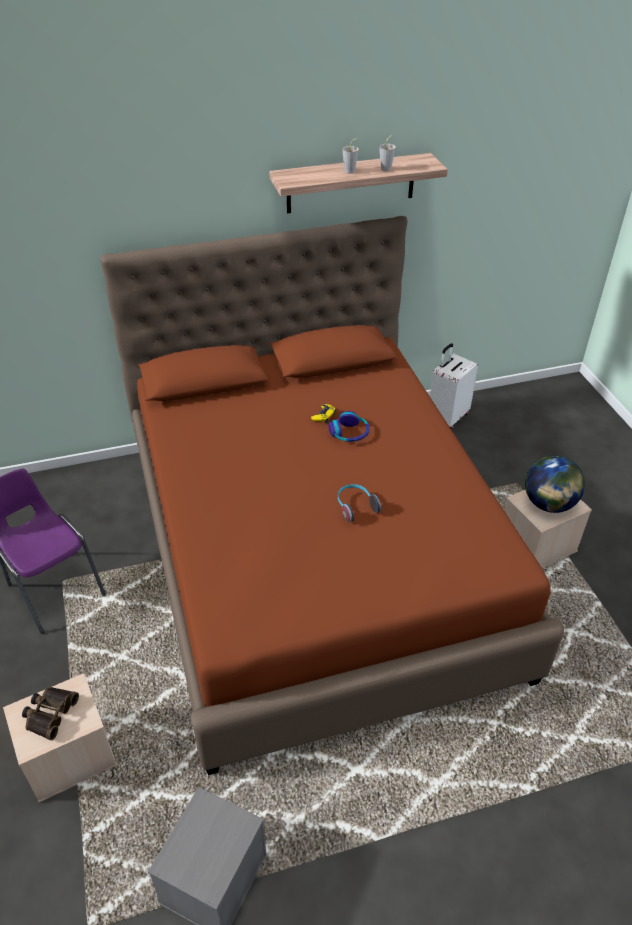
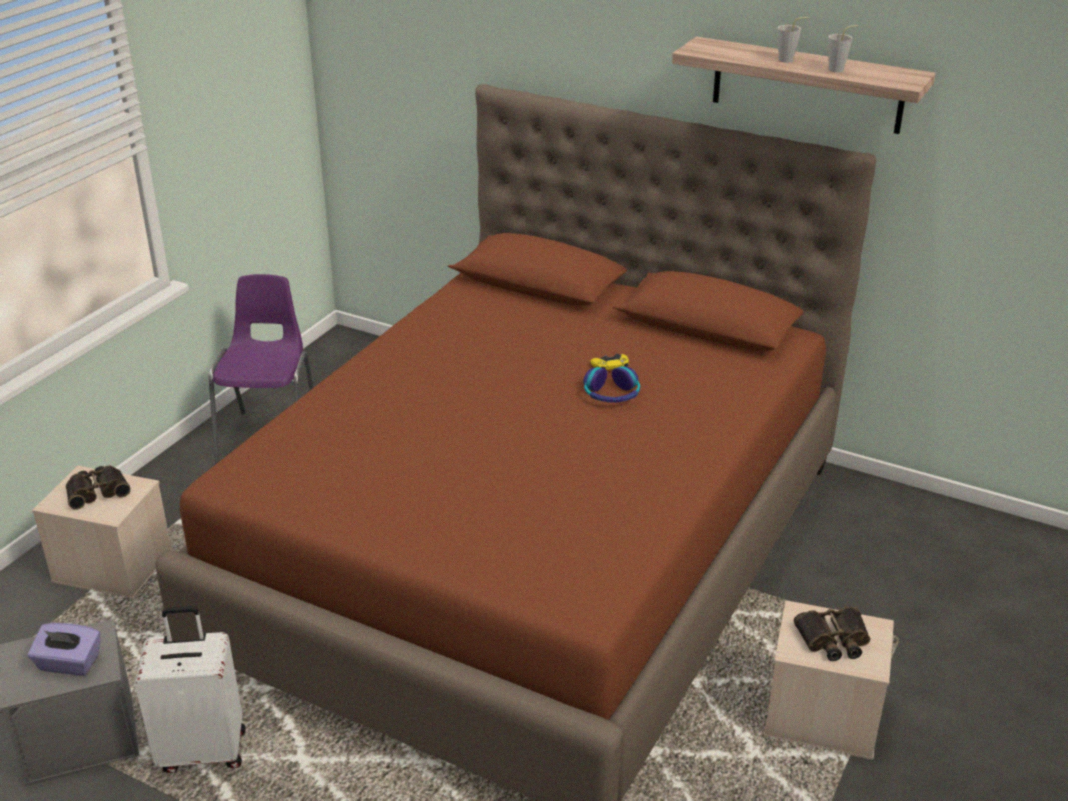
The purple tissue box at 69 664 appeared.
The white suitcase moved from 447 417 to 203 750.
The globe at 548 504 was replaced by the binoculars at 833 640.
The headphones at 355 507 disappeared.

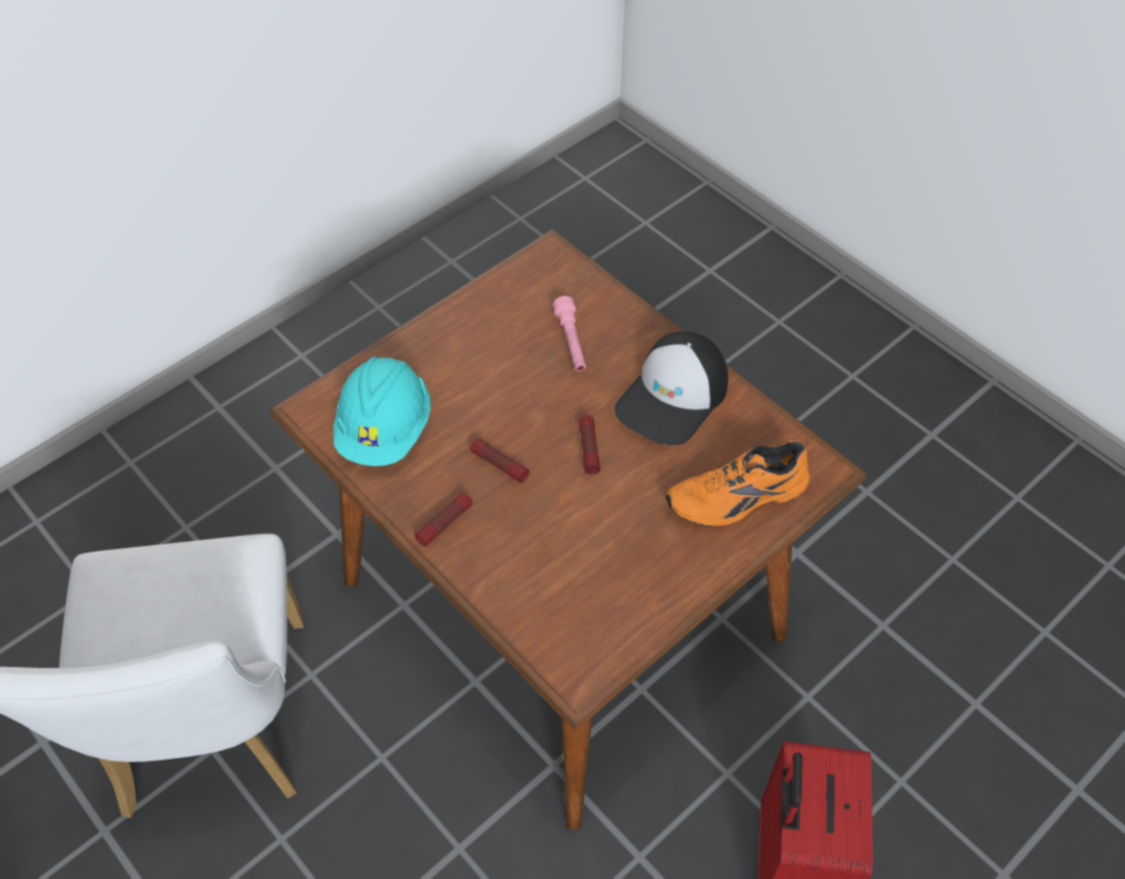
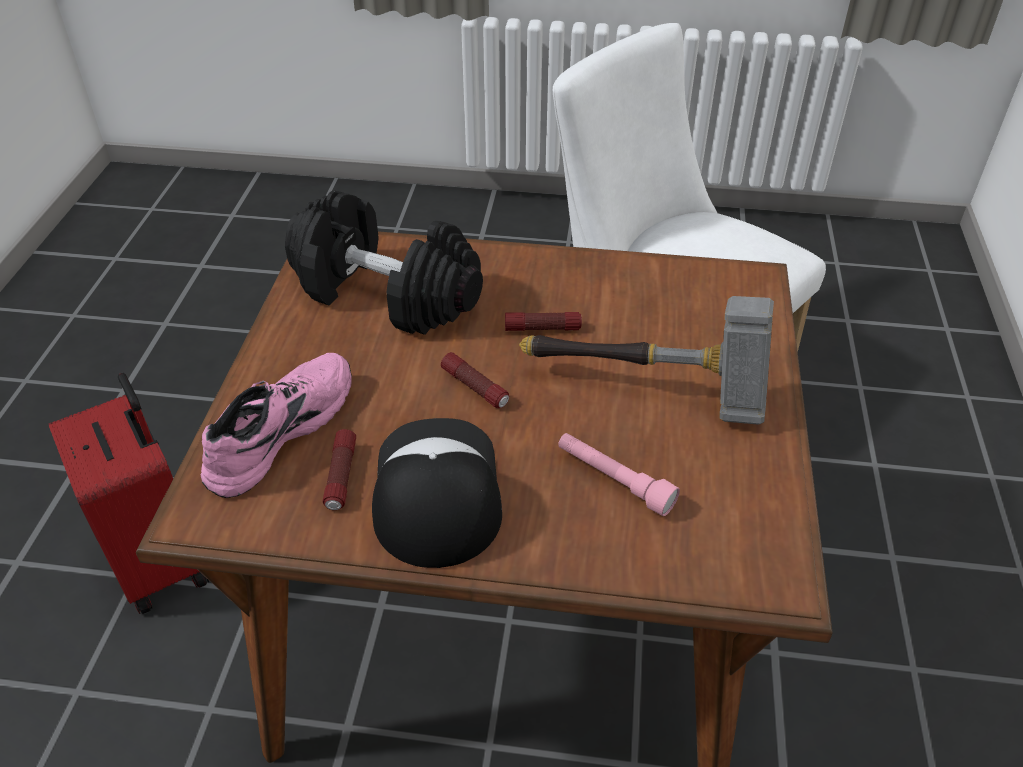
The orange shoe at 738 499 became the pink shoe at 278 430.
The black dumbbell at 384 294 appeared.
The flashlight moved from 444 523 to 341 476.
The hammer at 649 392 appeared.
The turquoise hard hat at 385 430 disappeared.

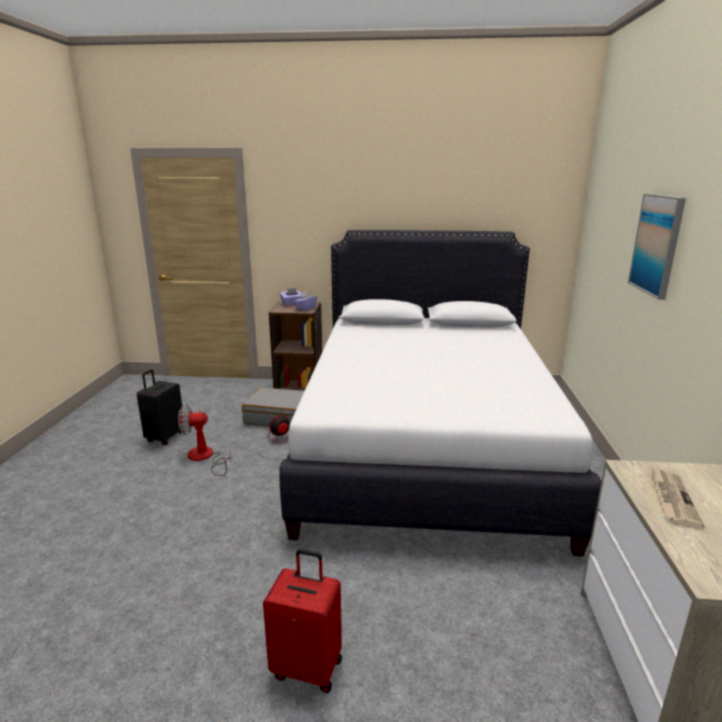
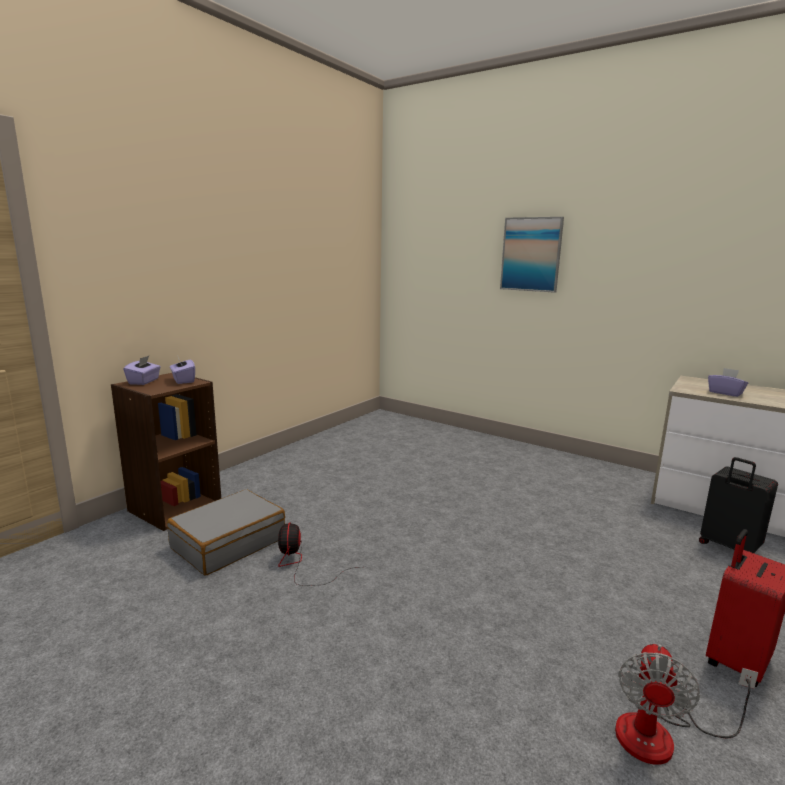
The fan moved from 205 458 to 661 735.
The black suitcase moved from 165 437 to 728 547.
The newspaper at 672 498 was replaced by the purple tissue box at 725 393.
The white bed at 425 444 disappeared.

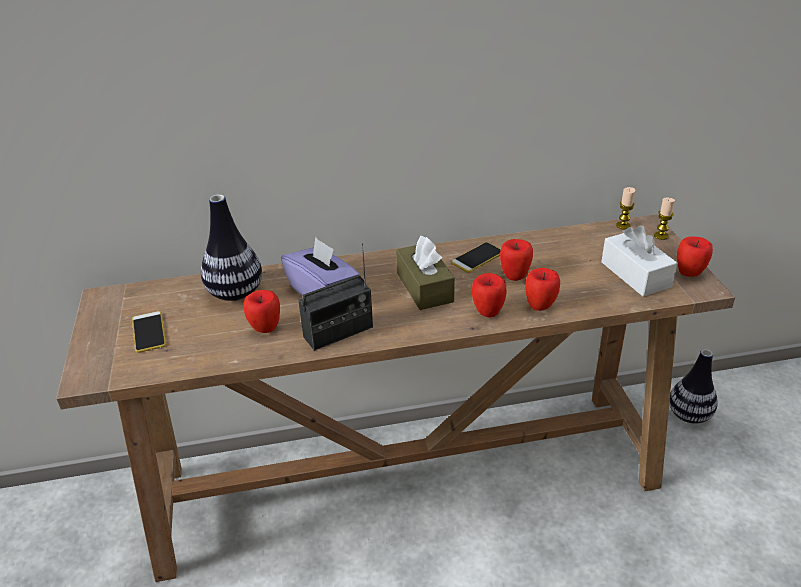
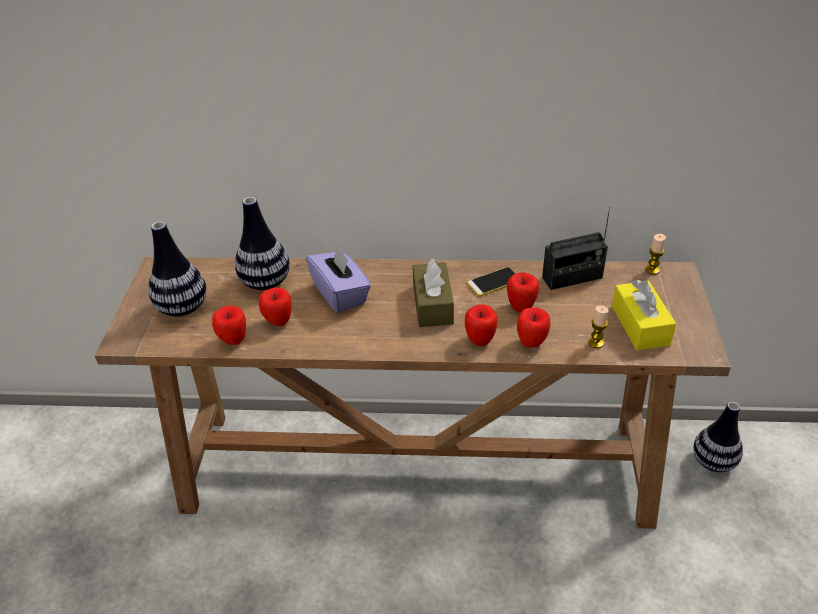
The phone at 149 332 was replaced by the vase at 183 308.
The apple moved from 689 274 to 234 341.
The radio moved from 338 332 to 572 278.
The candle moved from 661 236 to 596 343.
The white tissue box at 635 274 became the yellow tissue box at 640 325.

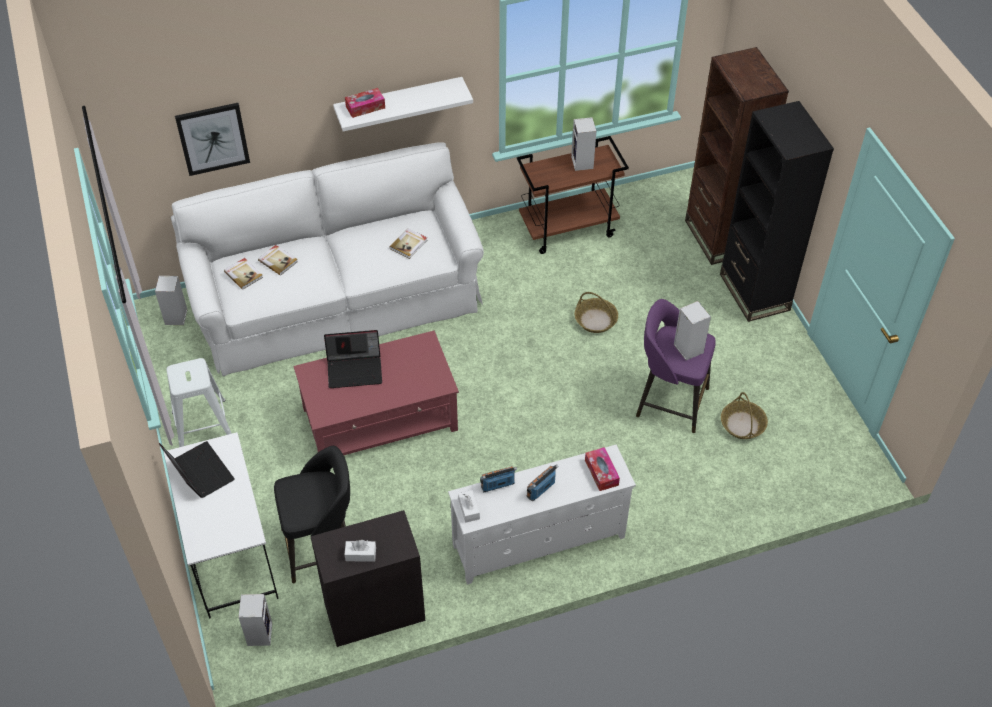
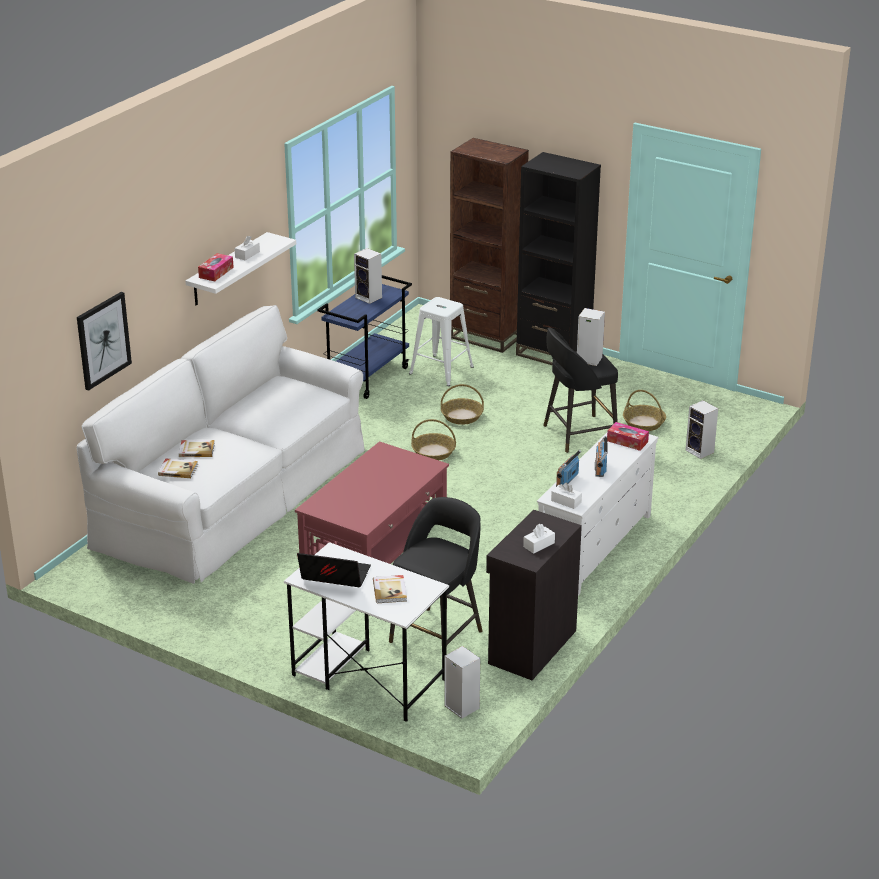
The white tissue box at 247 254 appeared.
The brown cart at 568 228 became the blue cart at 367 377.
The book moved from 409 244 to 390 590.
The white stool moved from 202 425 to 440 370.
The basket at 434 452 appeared.
The purple stool at 669 401 became the black stool at 577 434.
The speaker moved from 176 318 to 700 451.
The laptop at 355 369 disappeared.

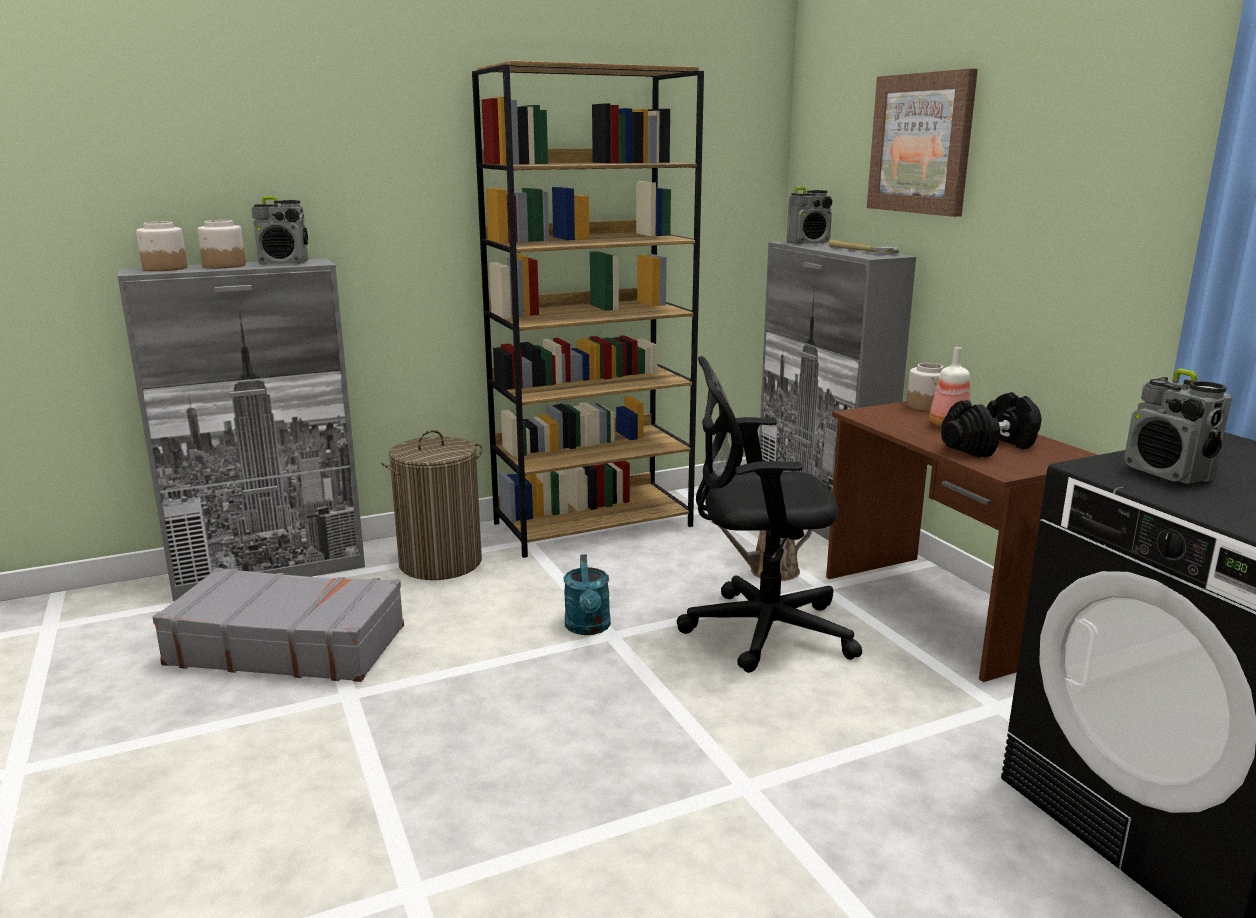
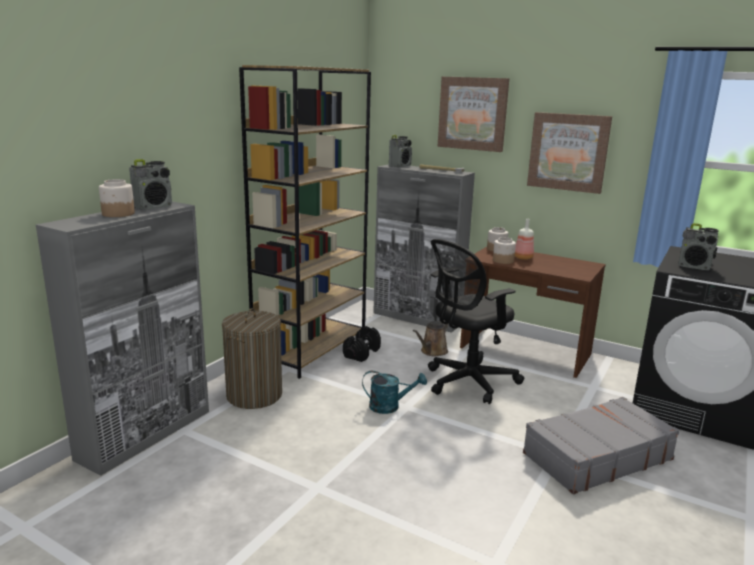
The black dumbbell moved from 989 447 to 362 353.
The turquoise watering can at 588 628 turned 45 degrees counterclockwise.
The jar moved from 164 268 to 502 261.
The grey suitcase moved from 287 645 to 596 456.
The picture at 568 152 appeared.

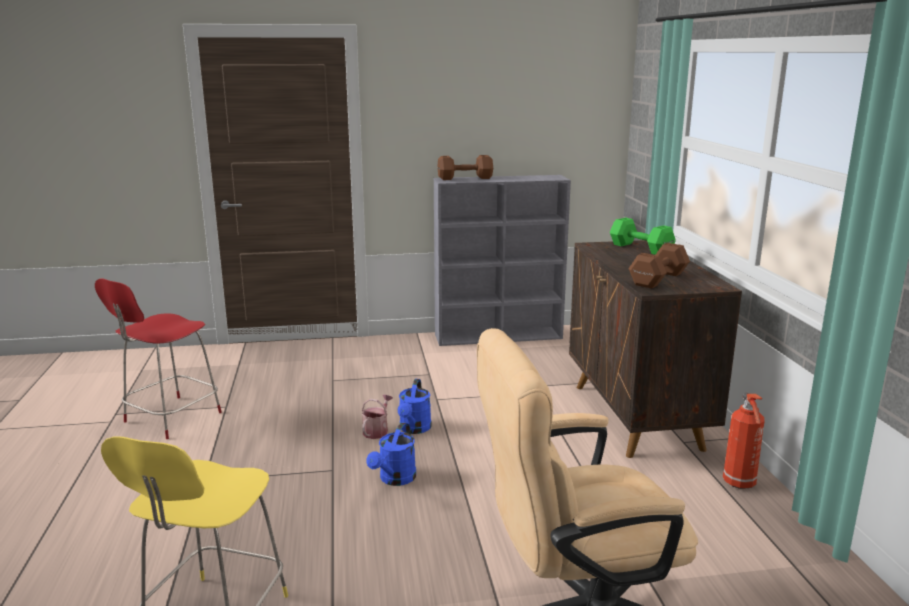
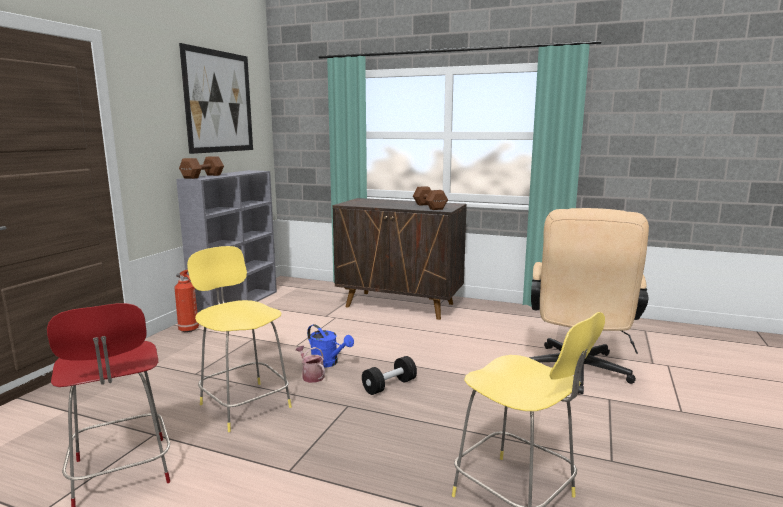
The fire extinguisher moved from 739 484 to 189 330.
The picture at 219 102 appeared.
The yellow stool at 244 404 appeared.
The blue watering can at 395 479 was replaced by the black dumbbell at 389 386.
The green dumbbell at 640 248 disappeared.

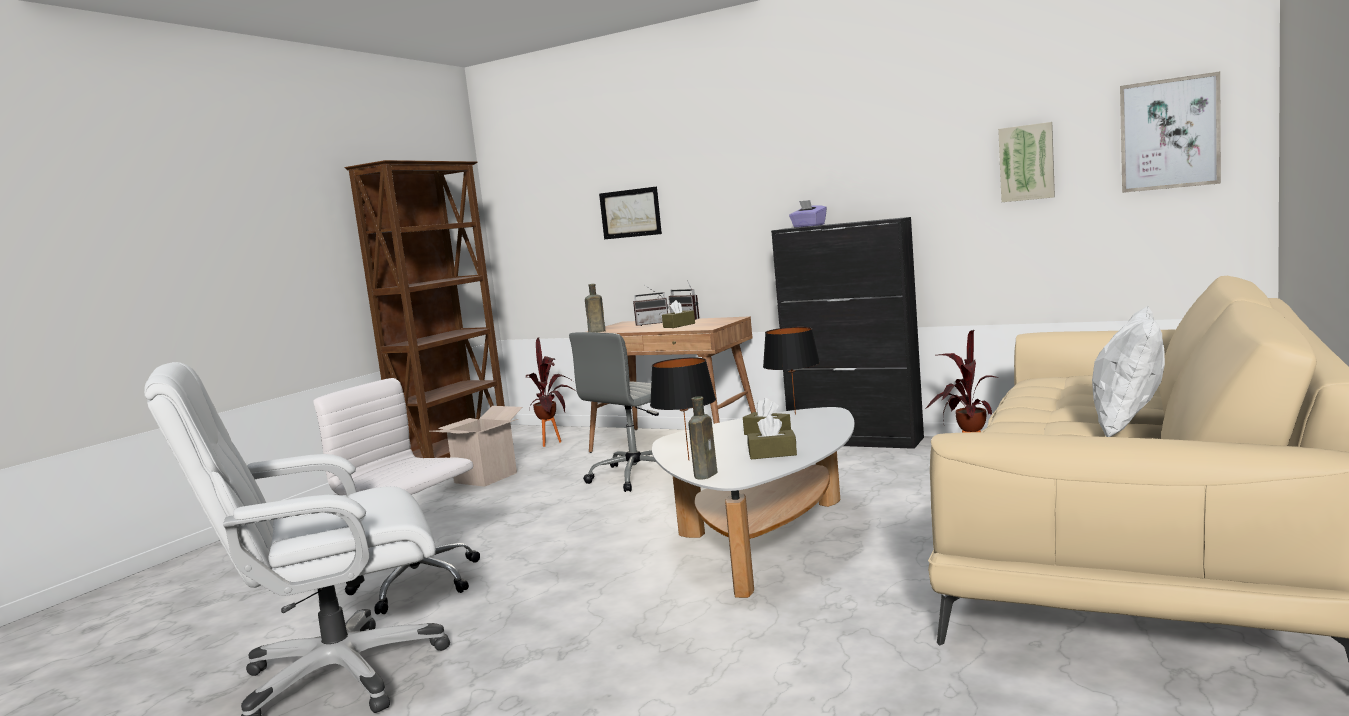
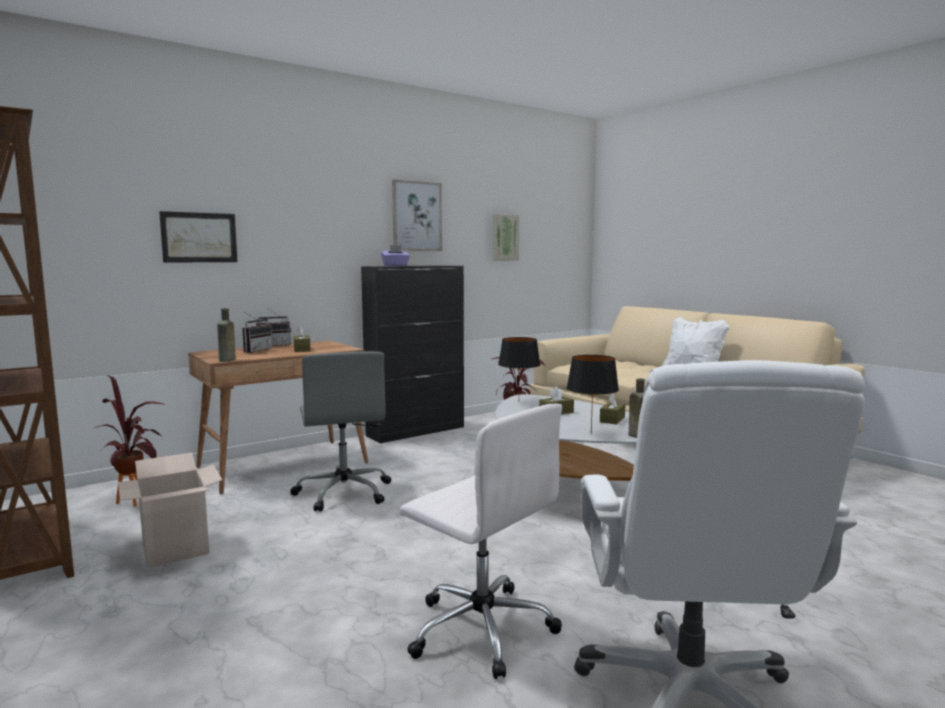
The picture moved from 1169 134 to 416 216.
The white office chair at 418 584 turned 105 degrees counterclockwise.

